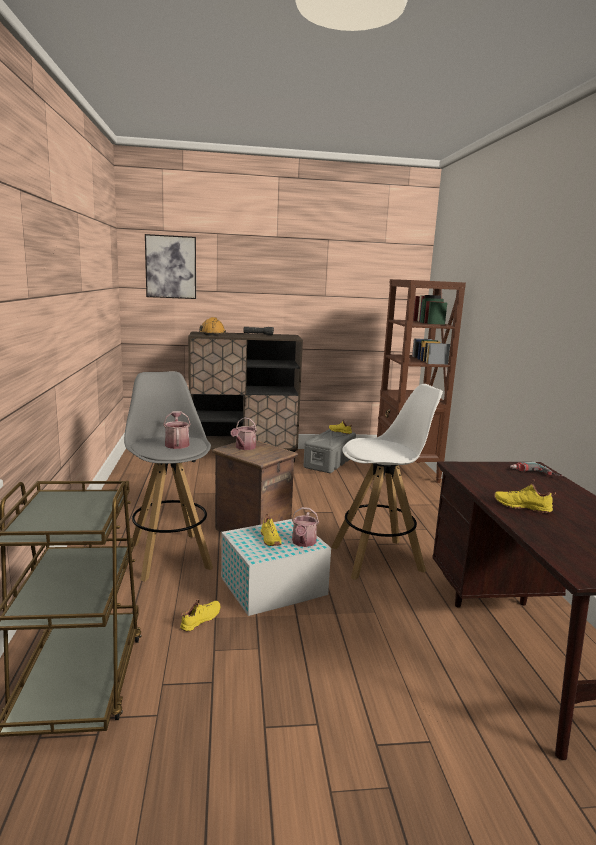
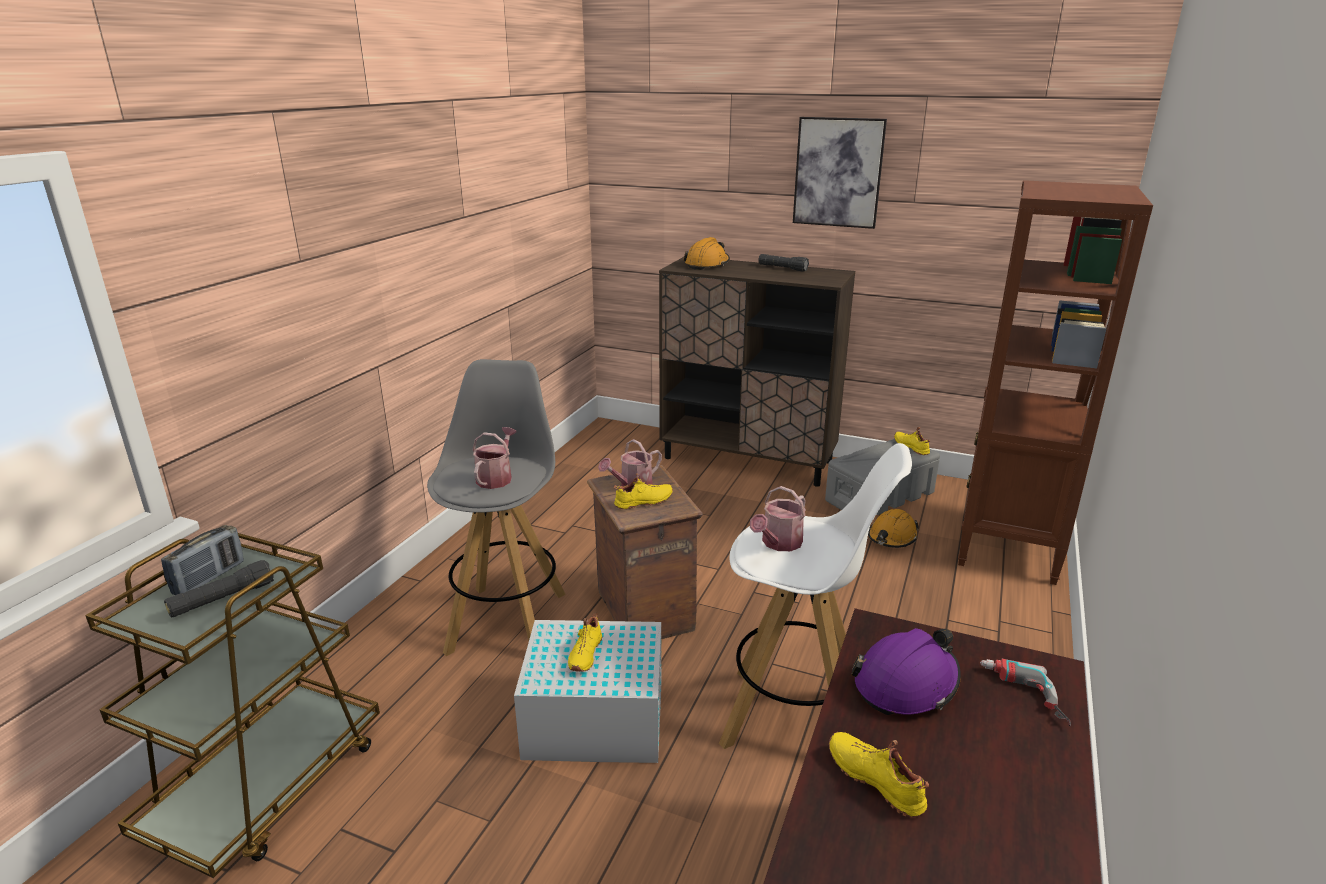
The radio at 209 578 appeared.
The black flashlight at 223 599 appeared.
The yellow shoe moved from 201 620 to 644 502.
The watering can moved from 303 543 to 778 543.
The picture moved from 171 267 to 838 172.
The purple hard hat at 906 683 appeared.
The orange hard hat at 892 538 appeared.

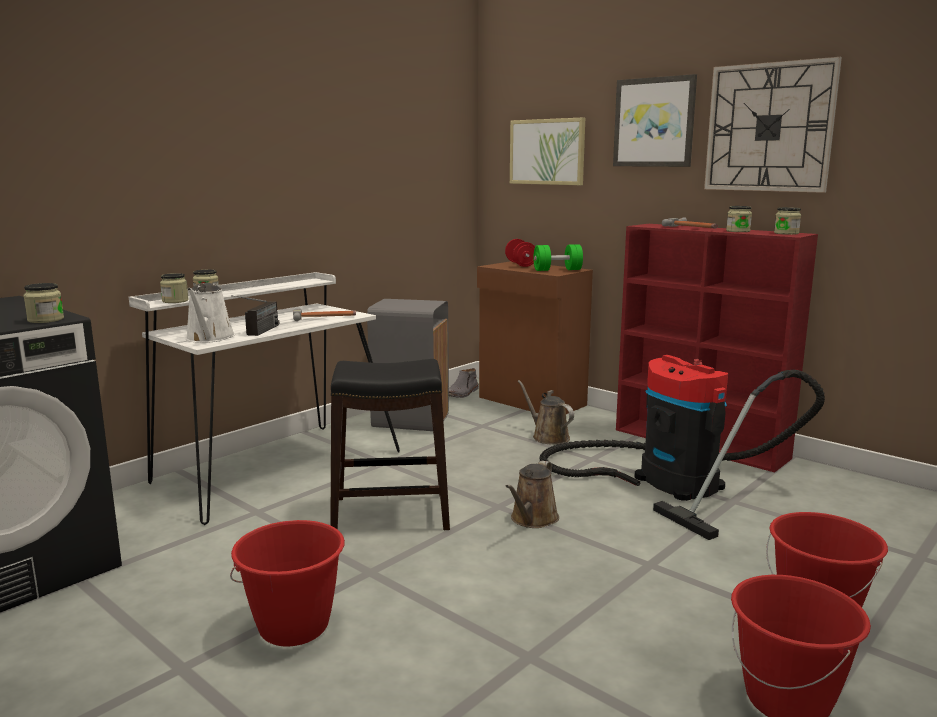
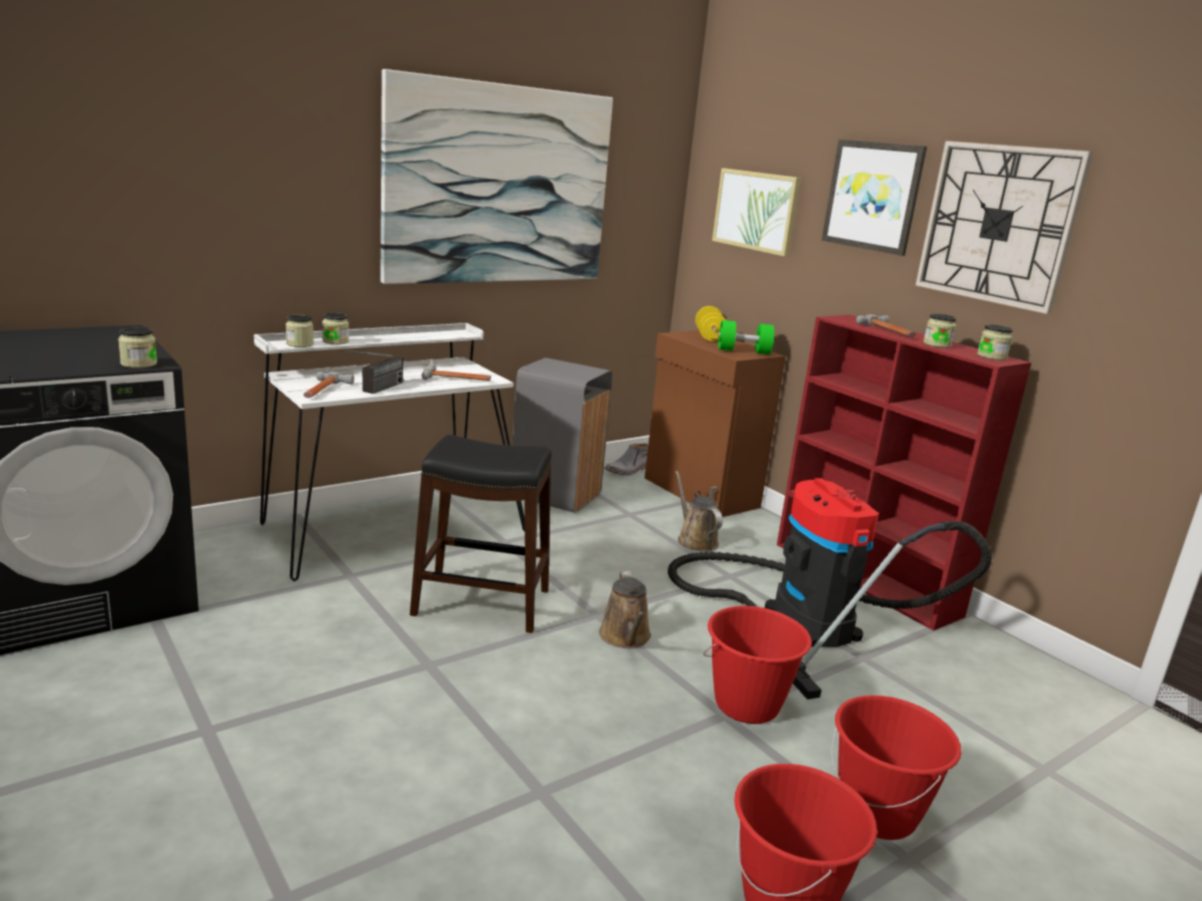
The white watering can at 209 338 was replaced by the hammer at 323 390.
The picture at 499 185 appeared.
The brown watering can at 532 519 turned 45 degrees counterclockwise.
The red dumbbell at 520 264 became the yellow dumbbell at 709 336.
The red bucket moved from 294 627 to 747 705.

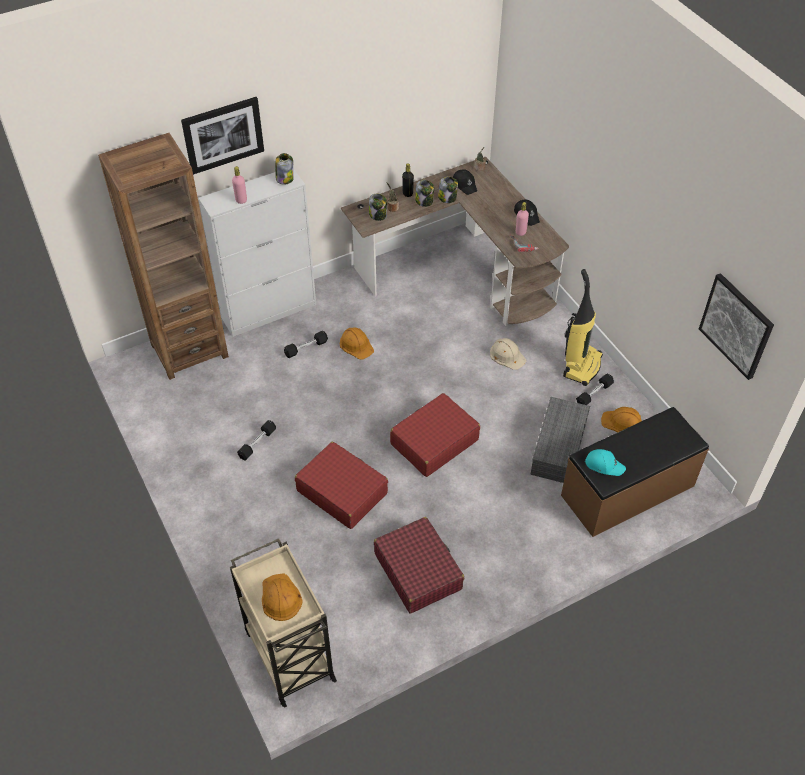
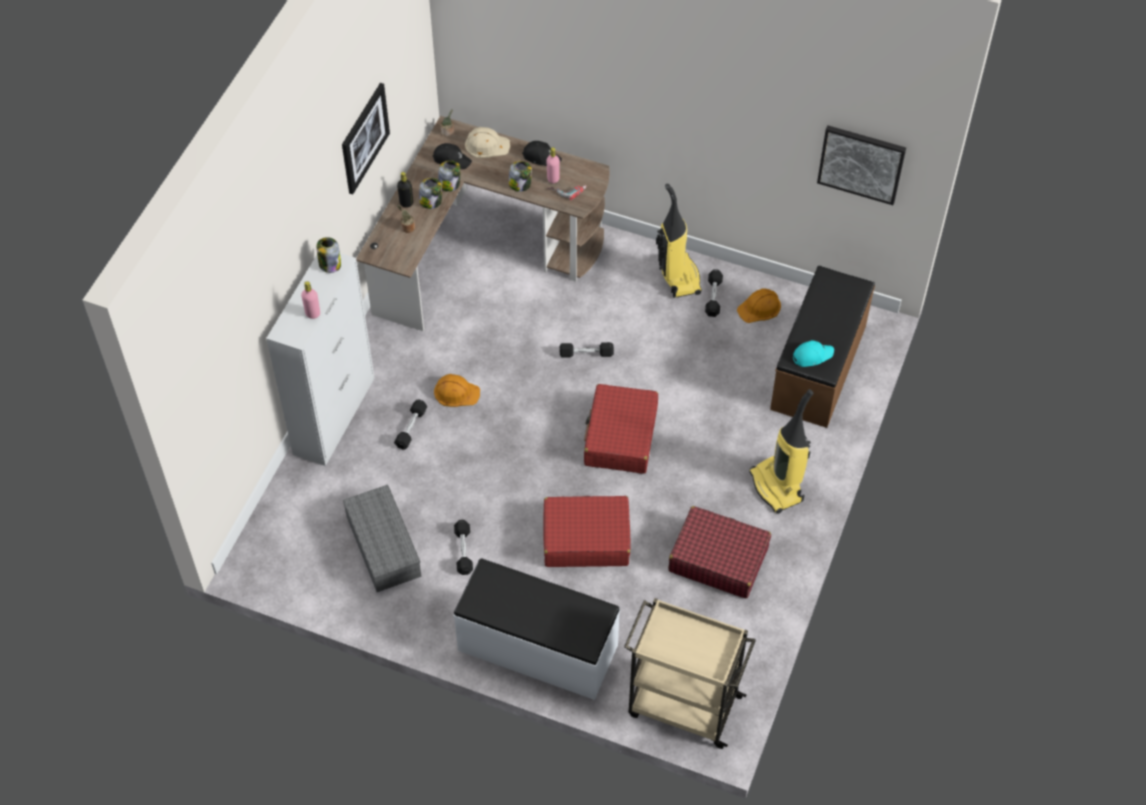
The picture moved from 223 134 to 364 138.
The grey storage box moved from 558 447 to 382 545.
The white bench at 537 648 appeared.
The beige hard hat moved from 507 355 to 486 145.
The jar moved from 378 215 to 520 184.
The black dumbbell at 586 354 appeared.
The vacuum cleaner at 777 486 appeared.
The brown bookcase at 189 350 disappeared.
The orange hard hat at 280 598 disappeared.

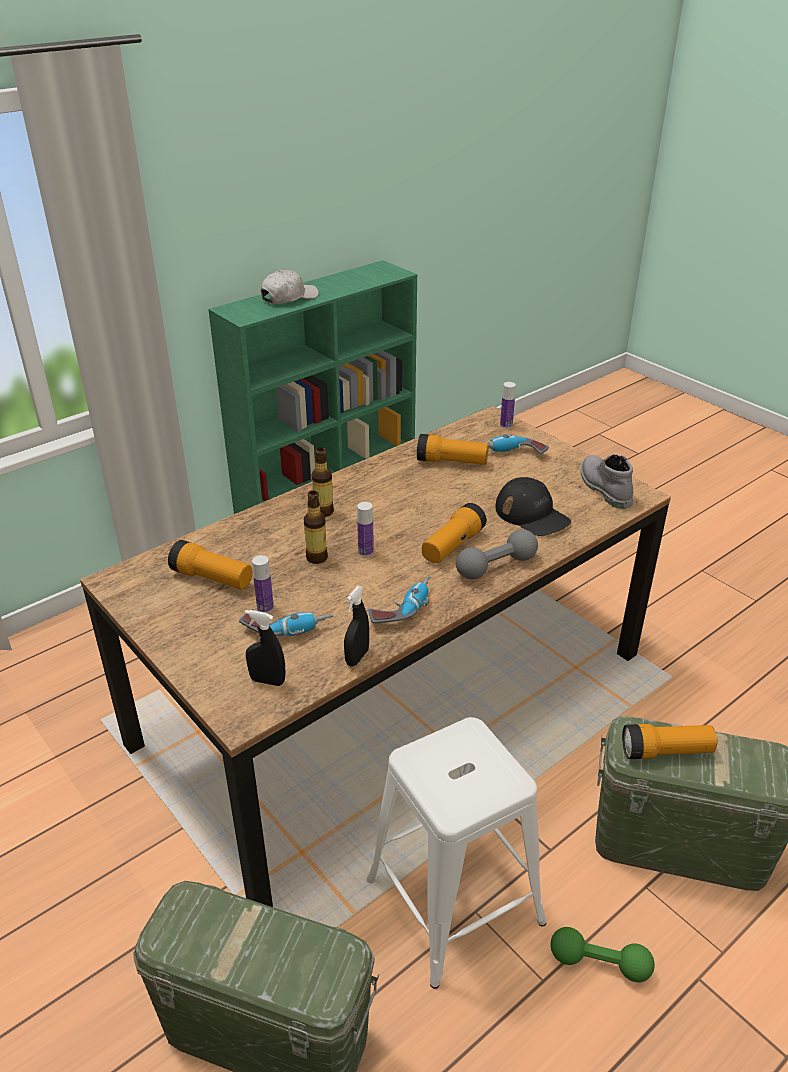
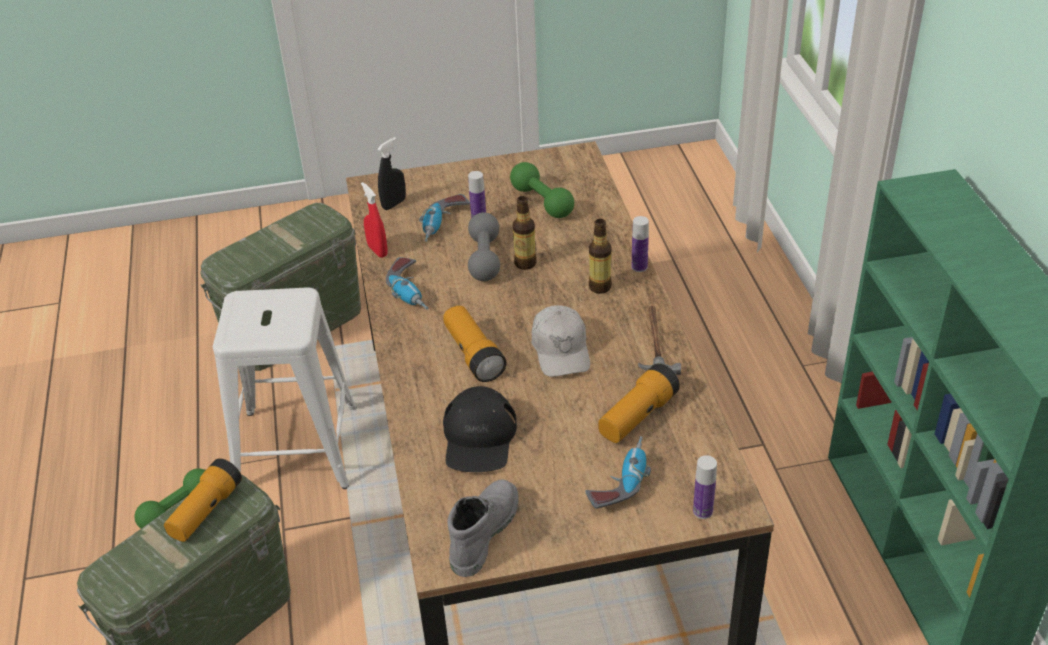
The black spray bottle at 357 657 became the red spray bottle at 377 251.
The black cap at 532 515 turned 75 degrees counterclockwise.
The grey boot at 603 488 turned 75 degrees counterclockwise.
The grey dumbbell moved from 496 566 to 484 258.
The flashlight at 212 578 was replaced by the green dumbbell at 542 202.
The white cap moved from 289 297 to 561 350.
The bottle moved from 365 551 to 639 267.
The hammer at 655 342 appeared.

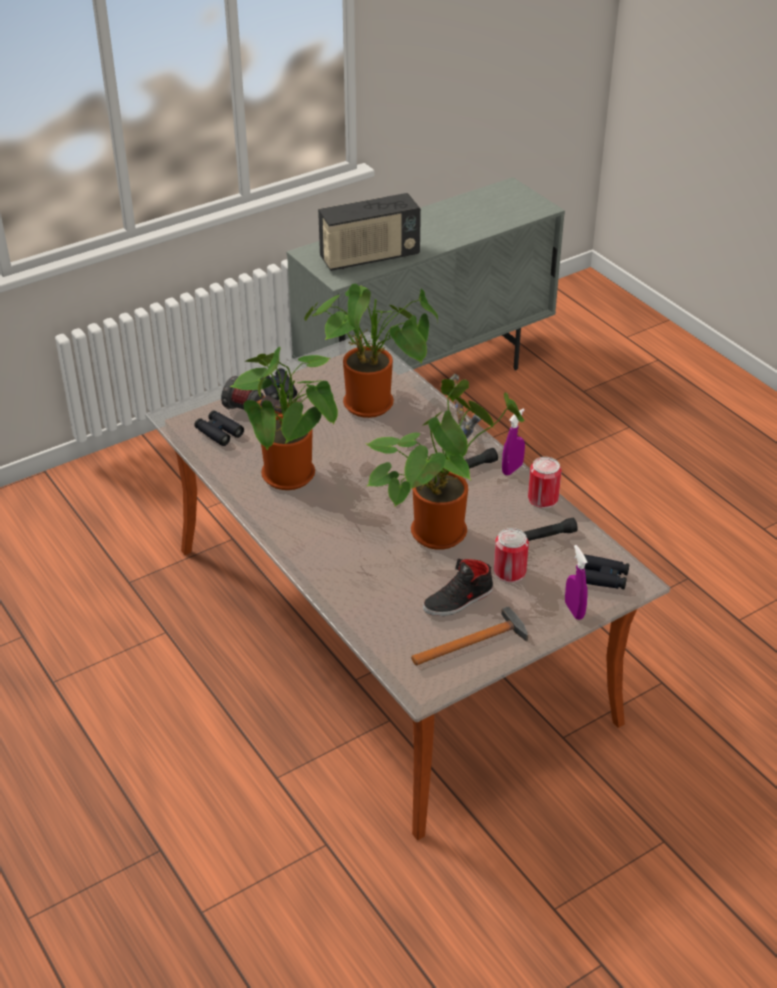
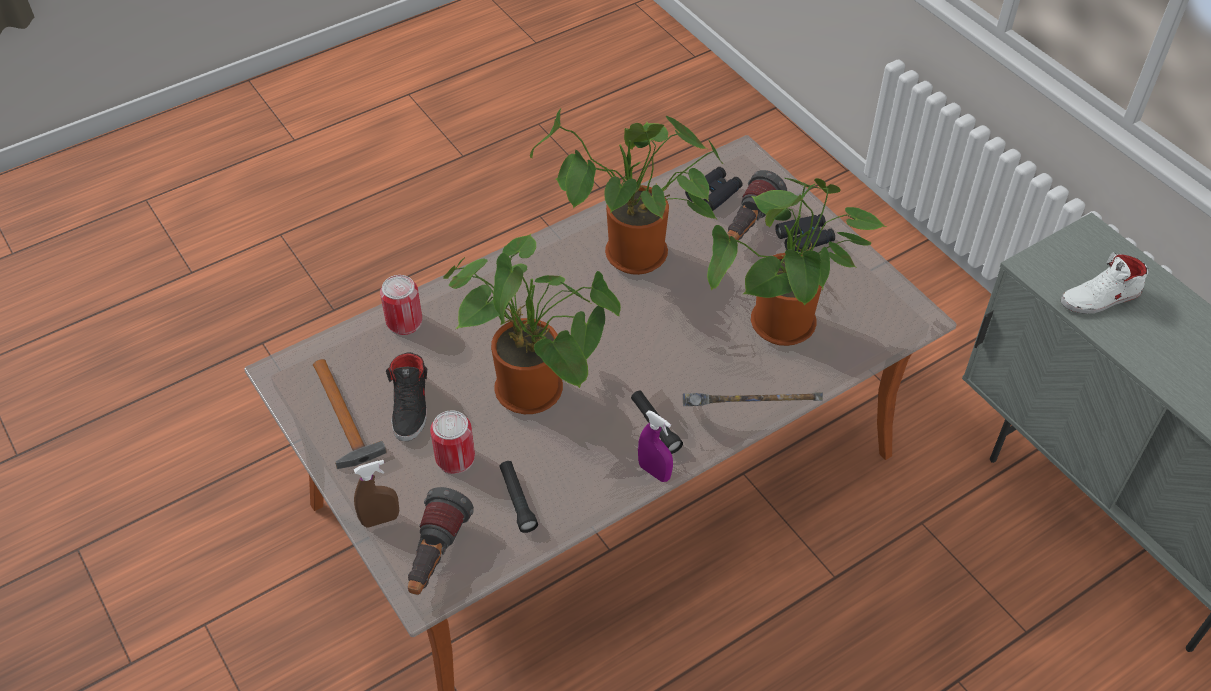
The purple spray bottle at 574 610 became the brown spray bottle at 380 519.
The can moved from 543 498 to 404 321.
The black shoe at 458 600 turned 150 degrees counterclockwise.
The black binoculars at 603 577 was replaced by the flashlight at 436 556.
The radio at 369 258 was replaced by the white shoe at 1101 298.

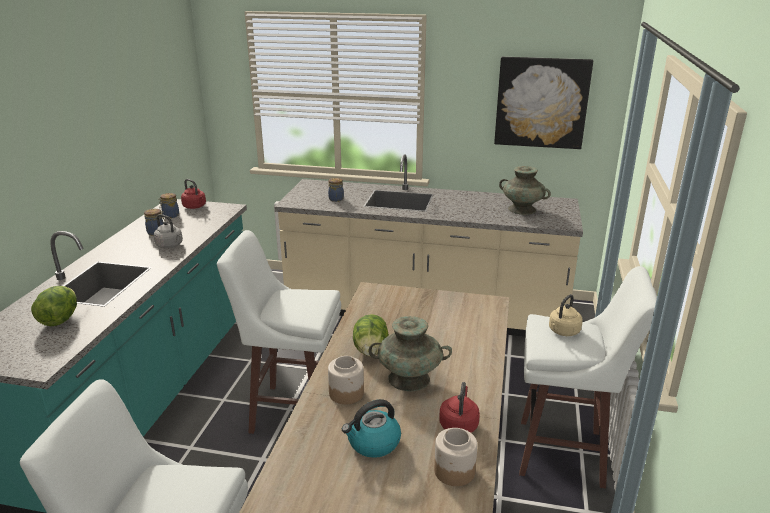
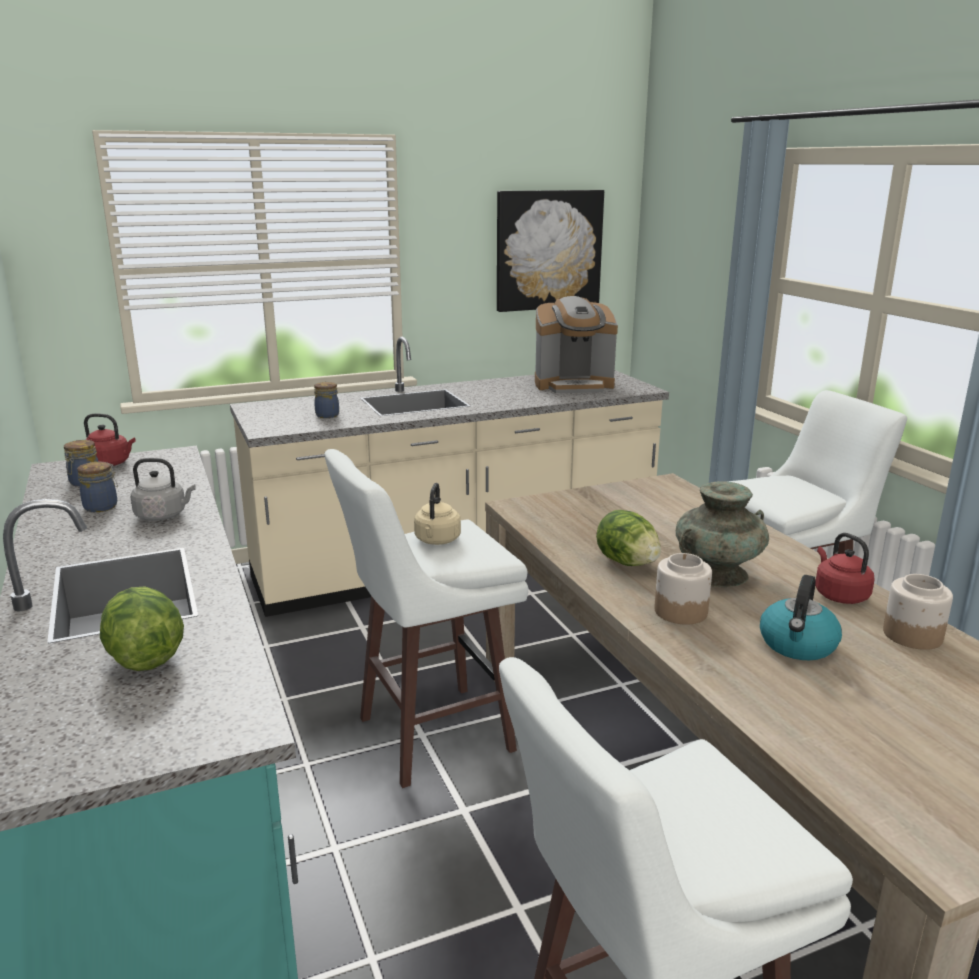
The beige kettle moved from 563 332 to 437 540.
The turquoise vase at 522 209 was replaced by the coffee machine at 573 385.

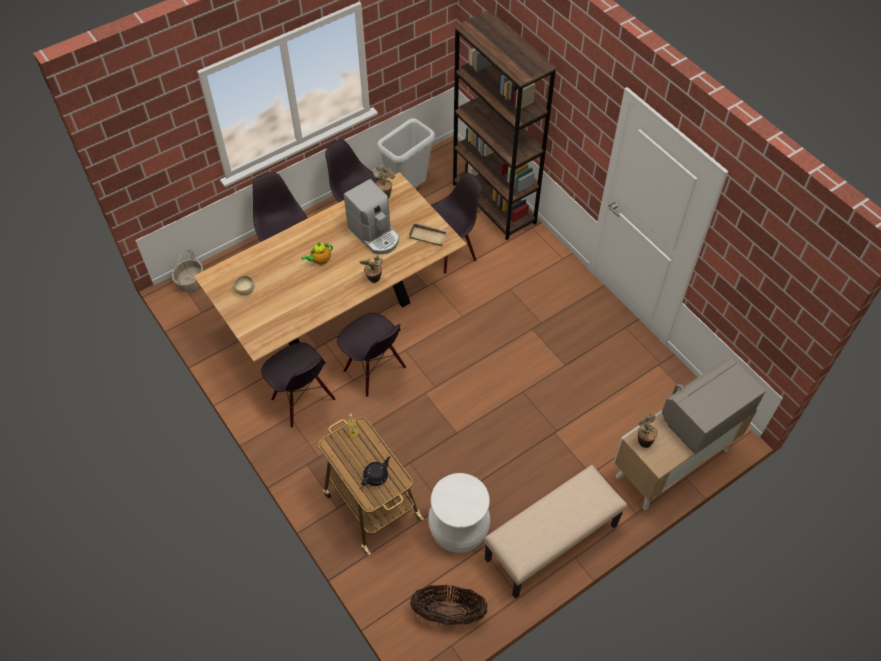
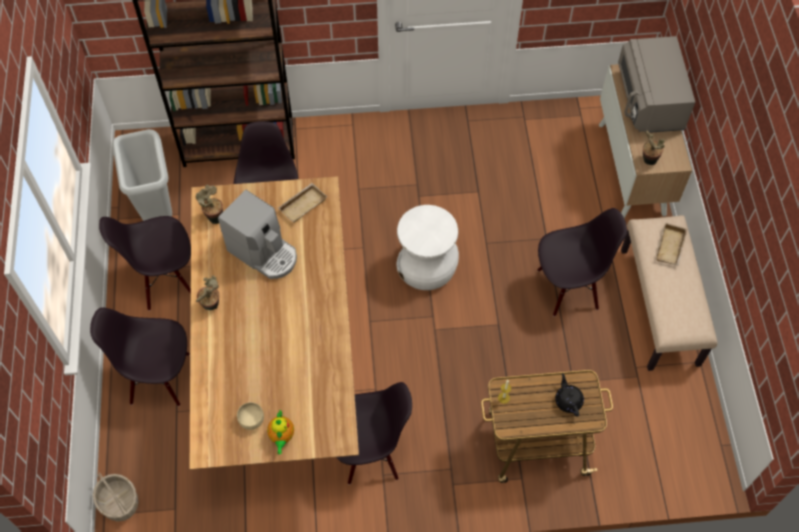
The potted plant moved from 373 280 to 212 306.
The coffee machine at 375 234 turned 45 degrees clockwise.
The teapot moved from 320 261 to 281 436.
The white stool moved from 459 528 to 427 266.
The black chair moved from 374 370 to 568 288.
The beige tray at 671 247 appeared.
The basket at 448 612 disappeared.

